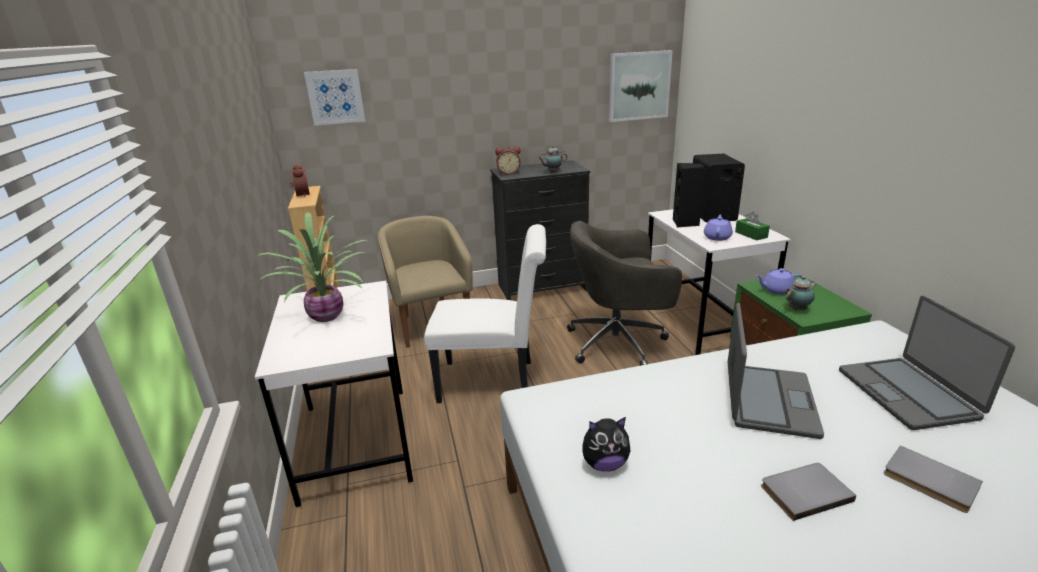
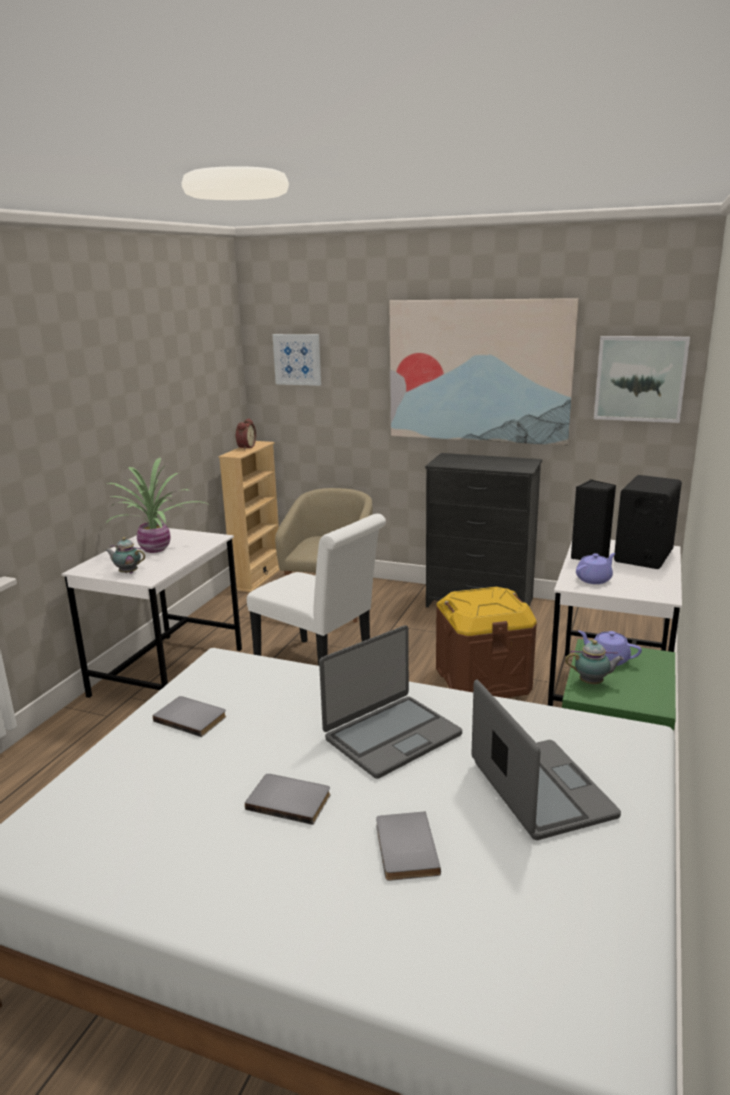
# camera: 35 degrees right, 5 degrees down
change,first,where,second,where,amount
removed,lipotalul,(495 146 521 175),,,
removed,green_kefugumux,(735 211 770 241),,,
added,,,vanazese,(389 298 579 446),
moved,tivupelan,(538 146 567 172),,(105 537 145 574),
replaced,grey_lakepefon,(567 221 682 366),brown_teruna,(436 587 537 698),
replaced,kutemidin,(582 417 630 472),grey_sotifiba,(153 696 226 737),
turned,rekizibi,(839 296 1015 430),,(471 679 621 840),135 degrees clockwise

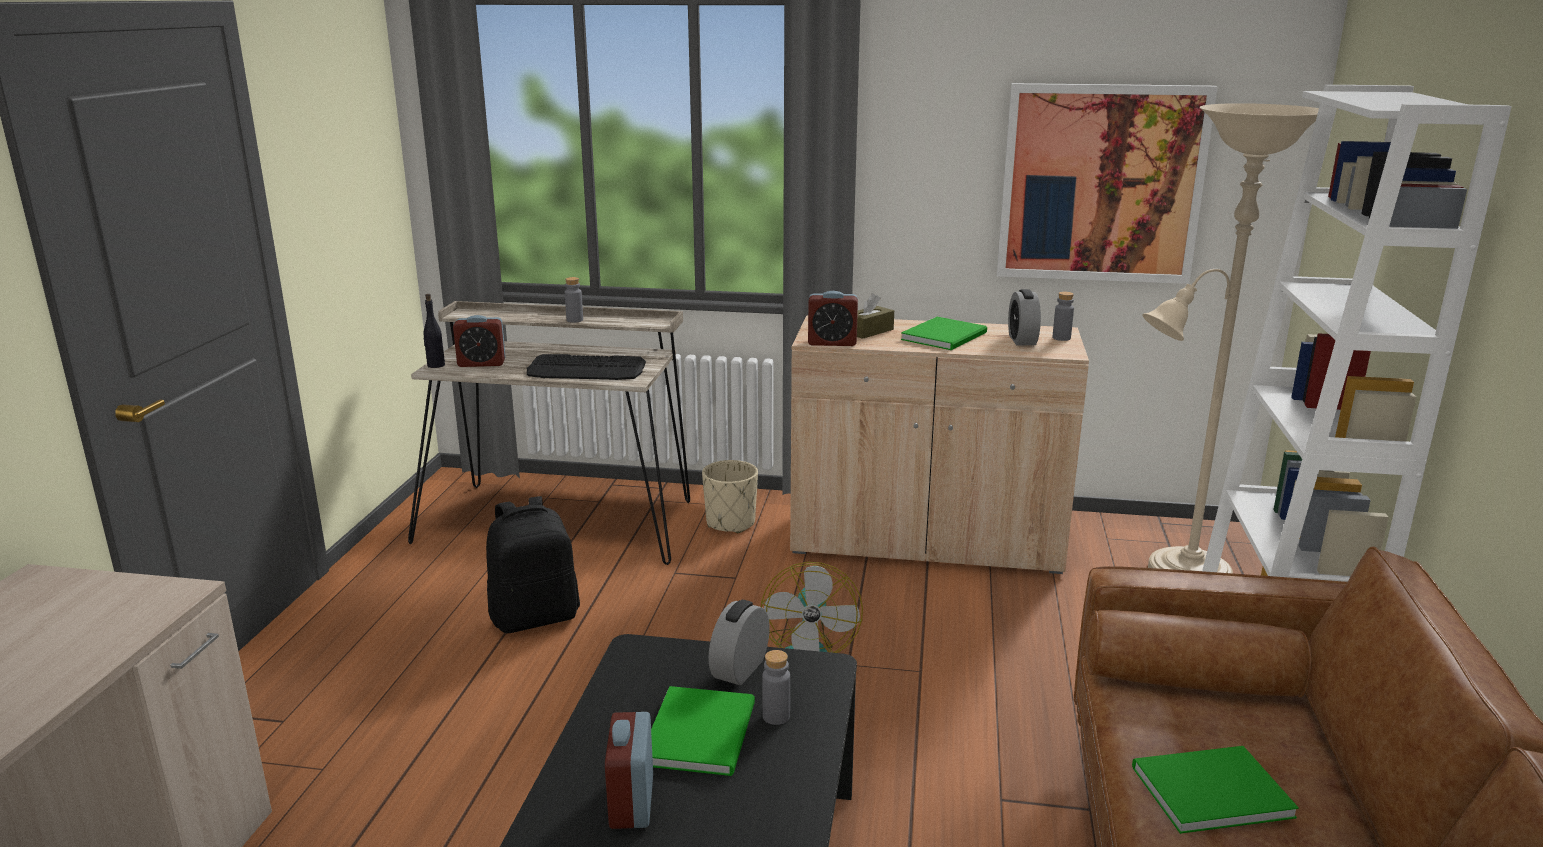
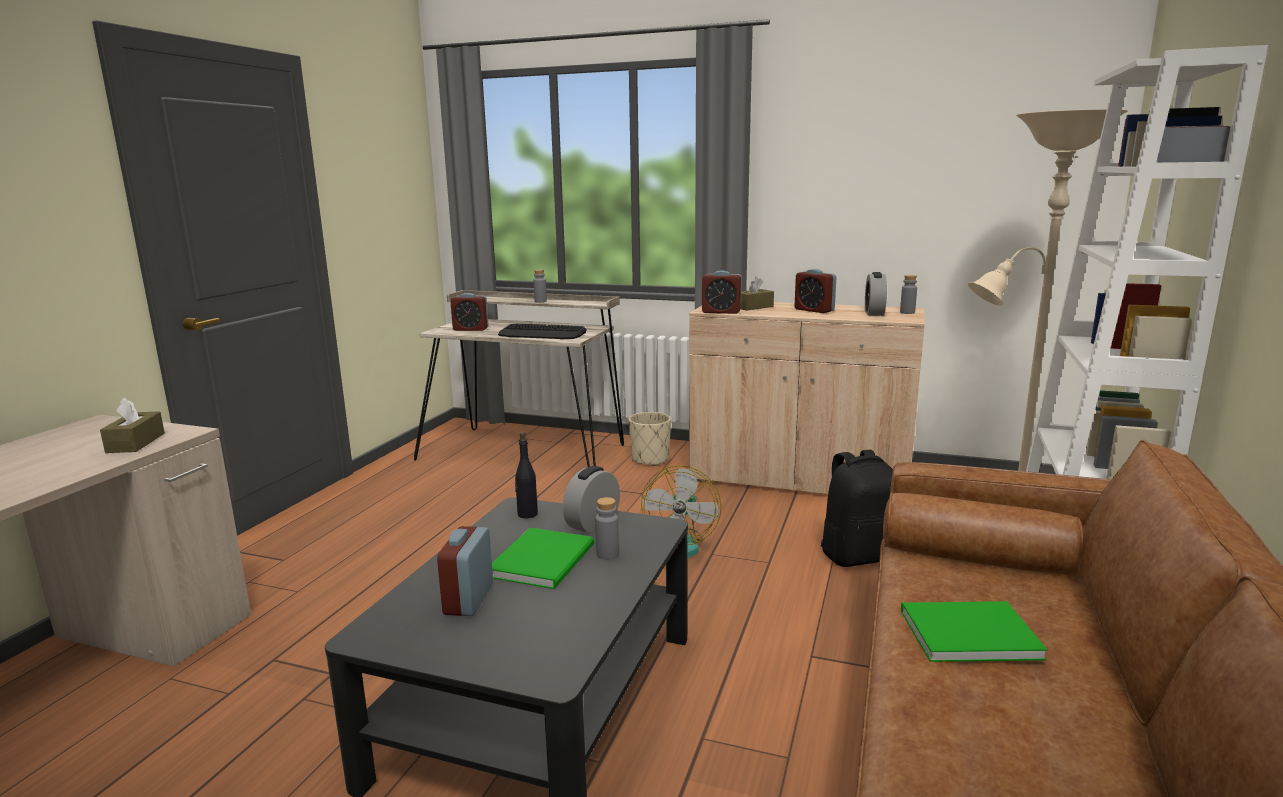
# camera: 10 degrees right, 5 degrees down
change,first,where,second,where,amount
removed,vanazese,(997 83 1218 284),,,
added,,,brown_kefugumux,(100 397 165 453),
moved,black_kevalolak,(423 294 445 368),,(515 432 538 518),
moved,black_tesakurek,(486 496 580 633),,(821 450 893 567),
replaced,green_sotifiba,(901 317 987 350),lipotalul,(795 269 836 313),

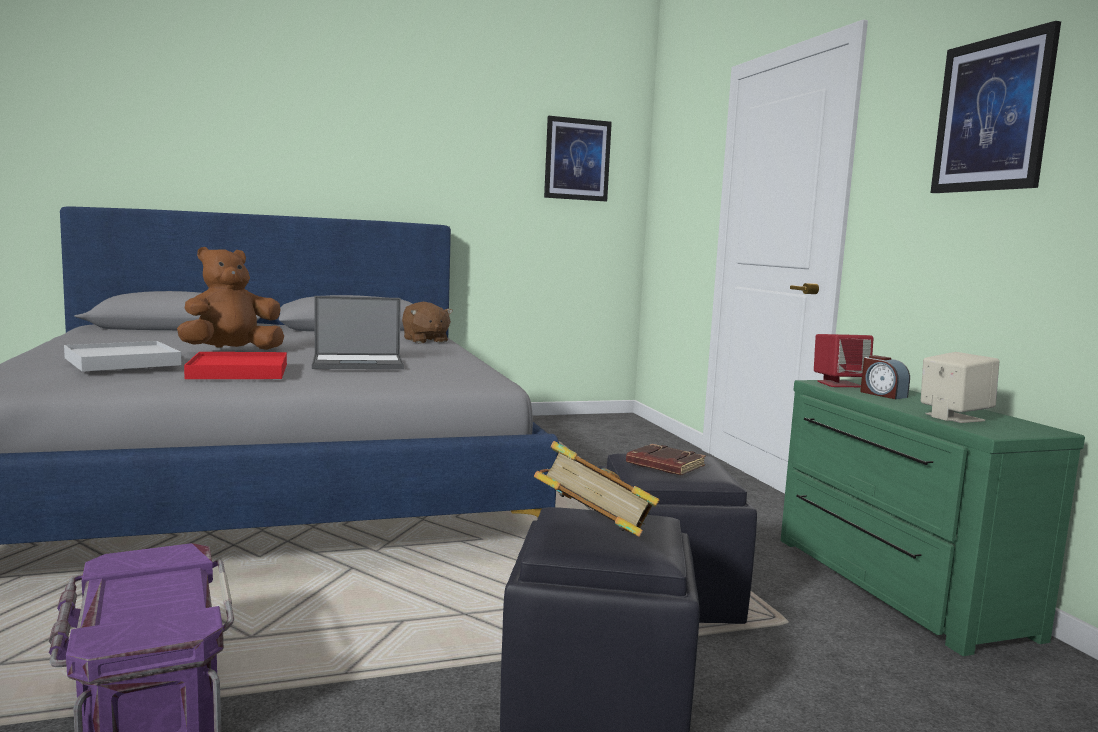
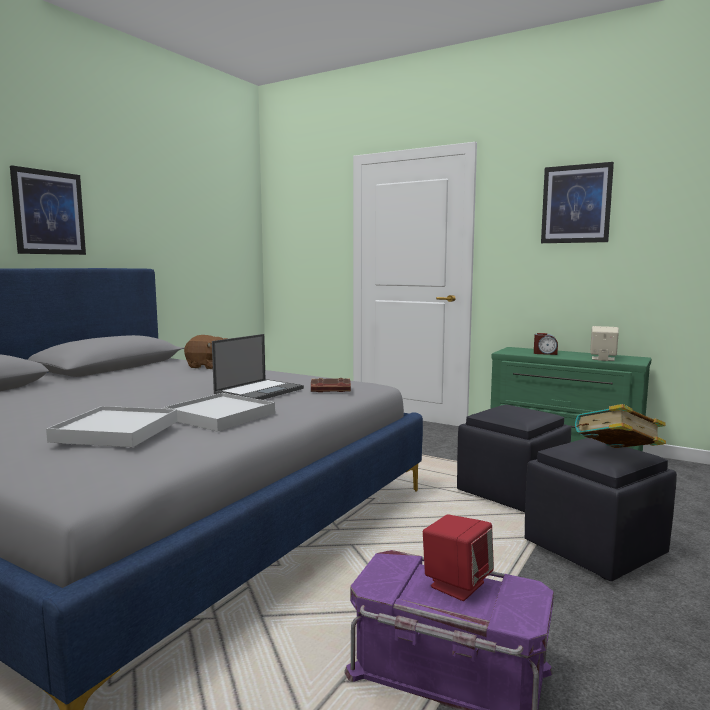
# camera: 40 degrees left, 0 degrees up
change,first,where,second,where,amount
removed,brown_kutemidin,(177 247 284 350),,,
moved,vanazese,(544 116 612 201),,(10 165 86 255),
moved,brown_sotifiba,(626 444 706 475),,(311 378 351 392),
moved,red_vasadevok,(814 334 873 387),,(423 514 494 601),
recoloured,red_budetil,(184 352 287 379),white_budetil,(163 393 275 432),

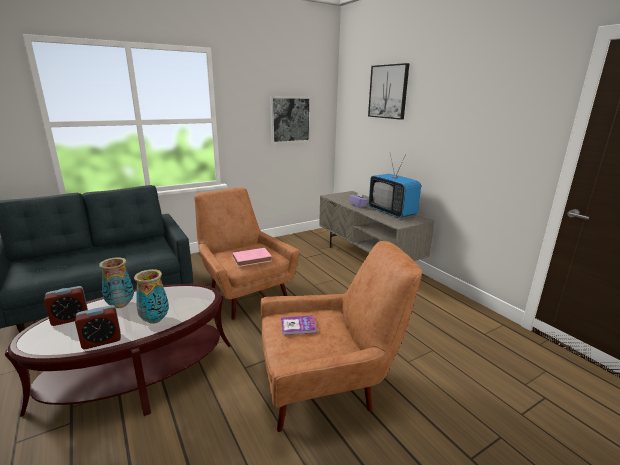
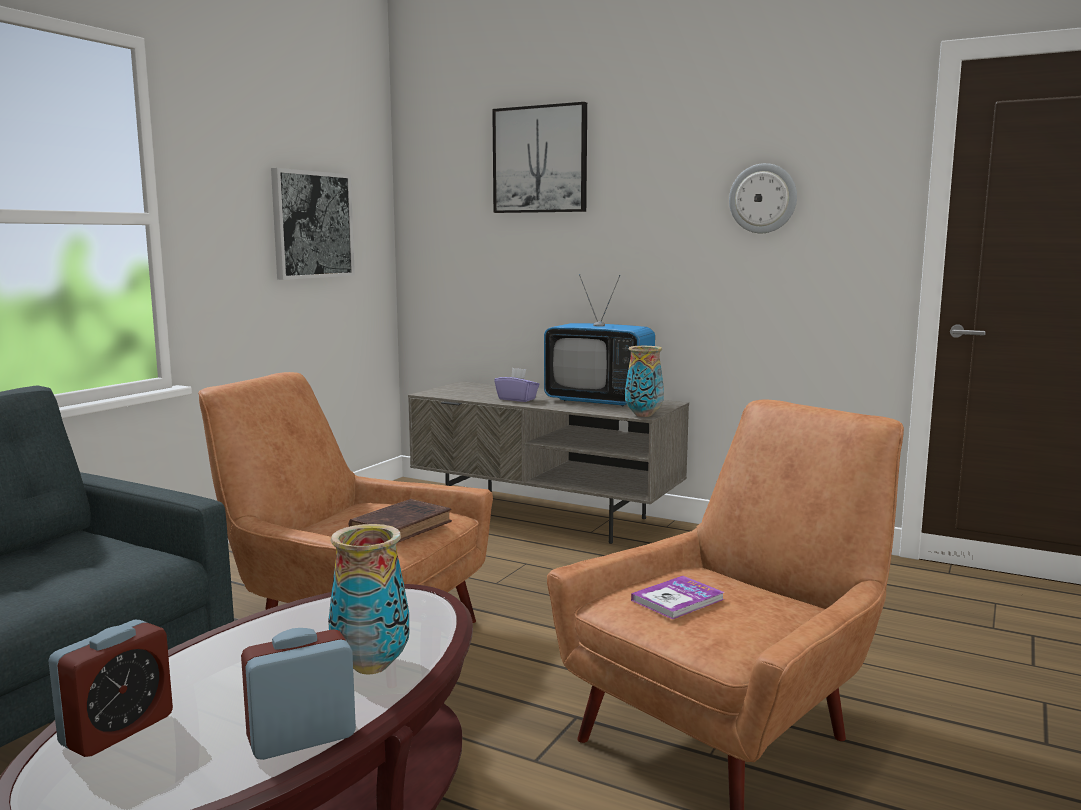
# camera: 30 degrees left, 10 degrees down
change,first,where,second,where,amount
added,,,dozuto,(729 163 797 233),
moved,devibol,(99 257 134 308),,(625 346 664 417),
recoloured,pink_sotifiba,(232 248 272 267),brown_sotifiba,(349 499 452 543),
turned,lipotalul,(75 305 121 349),,(241 628 356 760),150 degrees counterclockwise

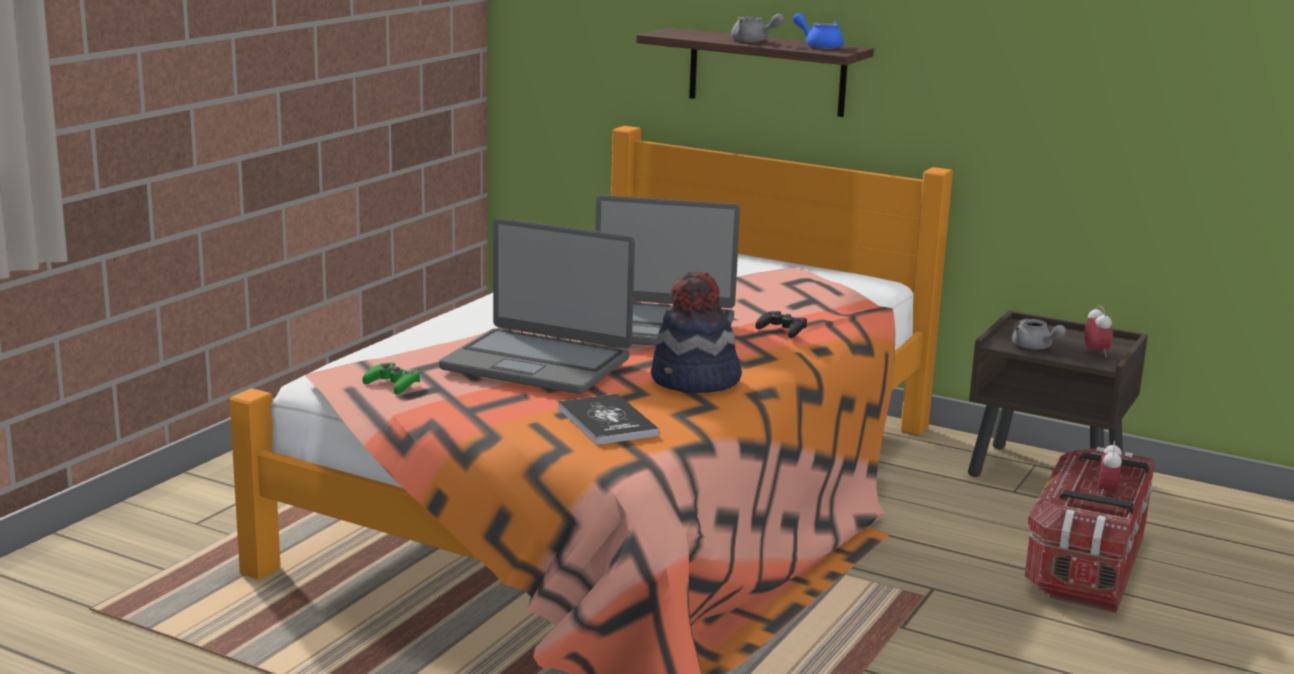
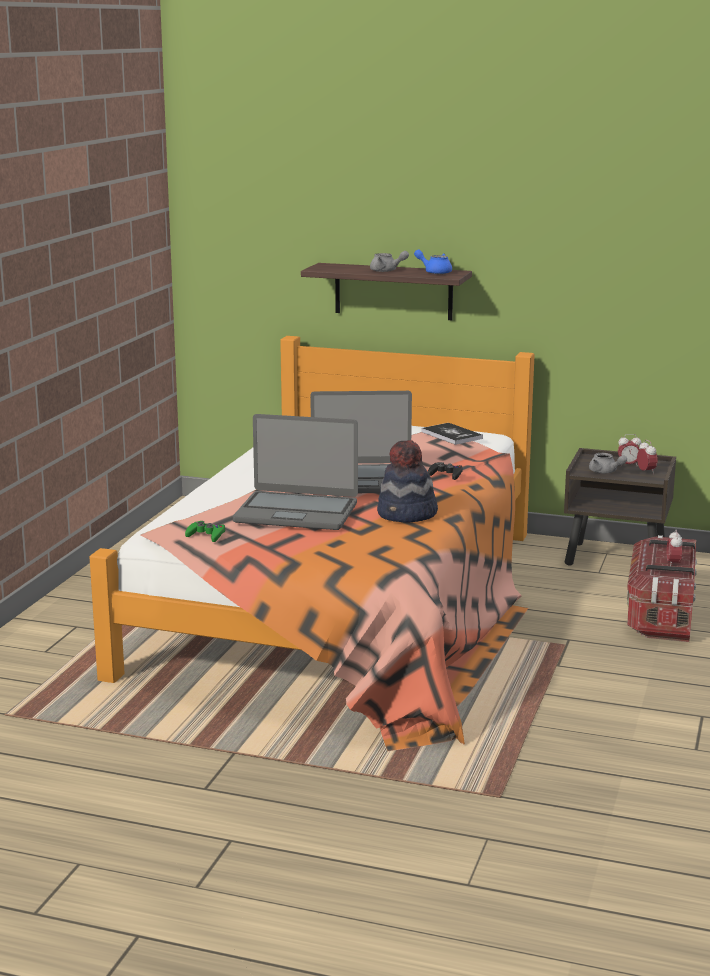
# camera: 10 degrees left, 0 degrees up
change,first,where,second,where,amount
added,,,lipotalul,(618 434 642 467),
moved,sotifiba,(558 394 659 445),,(421 423 483 445),

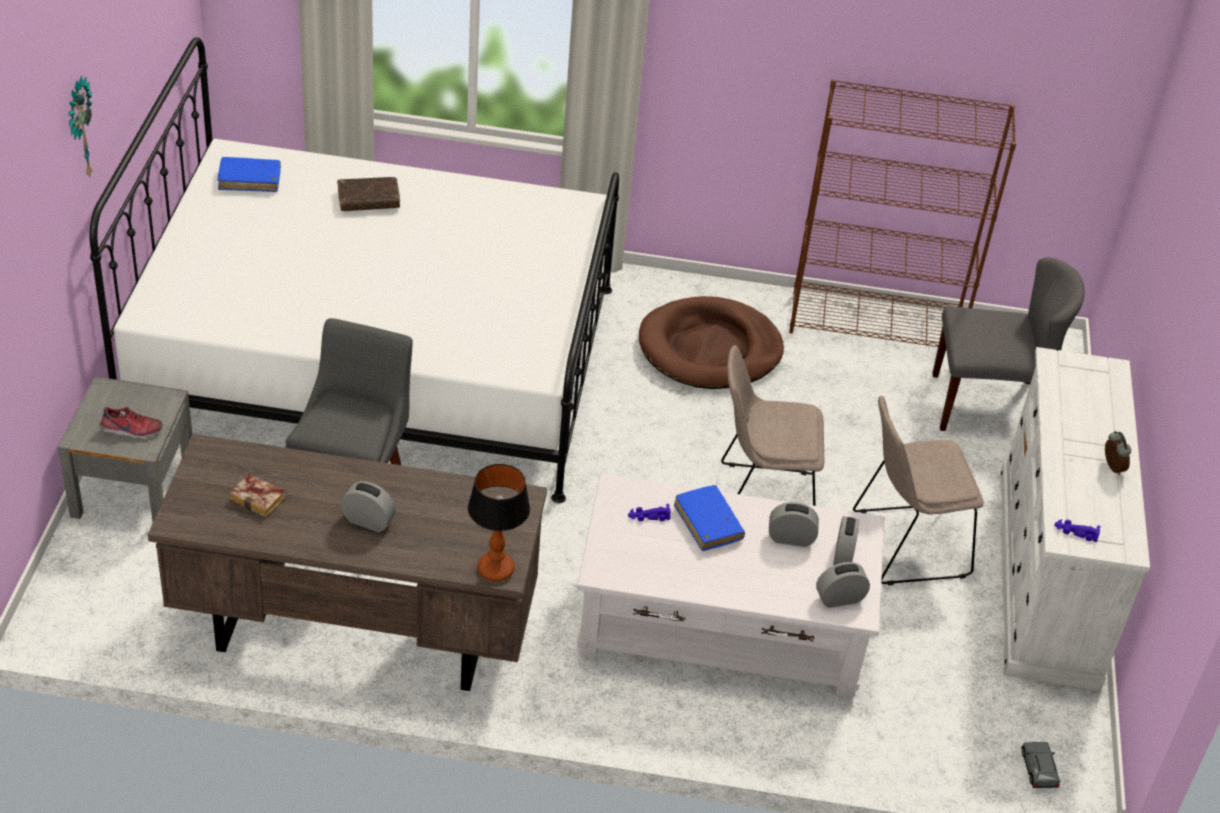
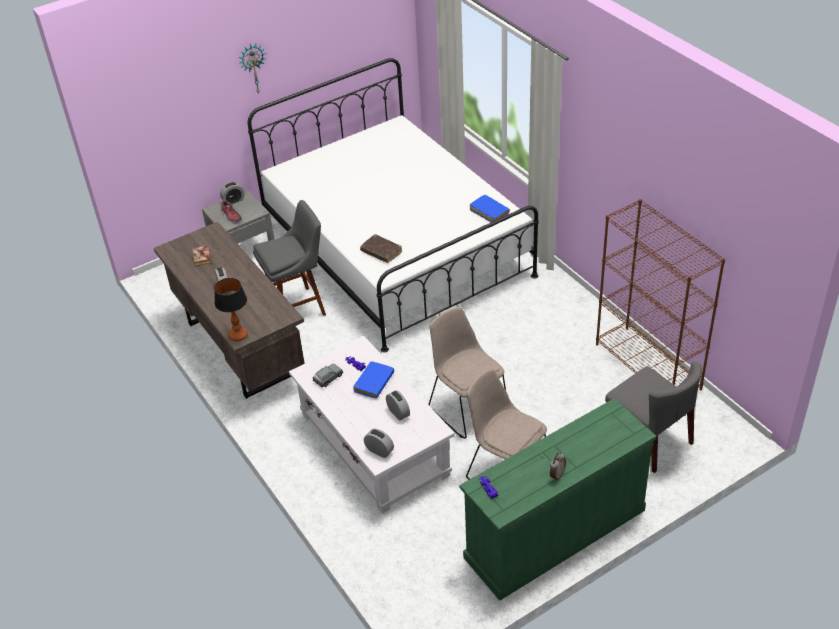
# camera: 55 degrees right, 0 degrees up
change,first,where,second,where,amount
removed,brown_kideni,(639 296 784 389),,,
moved,blue_sotifiba,(217 157 281 192),,(470 195 510 222),
moved,brown_sotifiba,(337 177 400 211),,(360 234 402 263),
moved,lipotalul,(833 516 860 565),,(220 182 245 205),
moved,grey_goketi,(1021 742 1060 788),,(313 363 343 388),
recoloured,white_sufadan,(1000 347 1150 691),green_sufadan,(460 398 656 601),

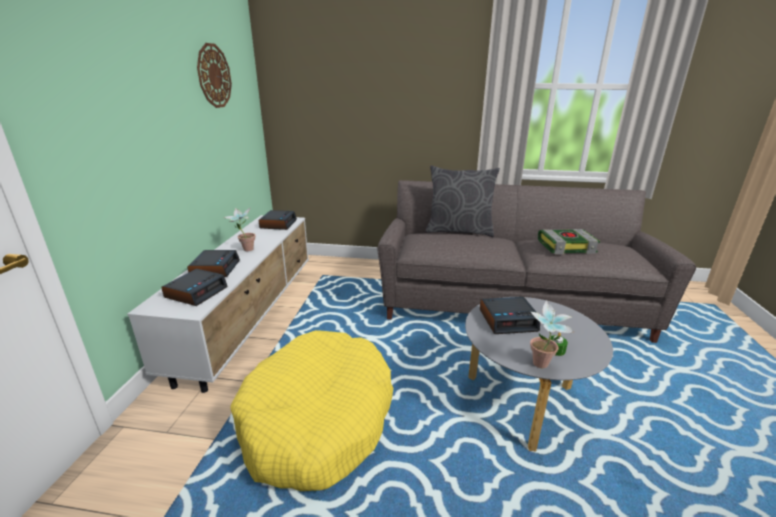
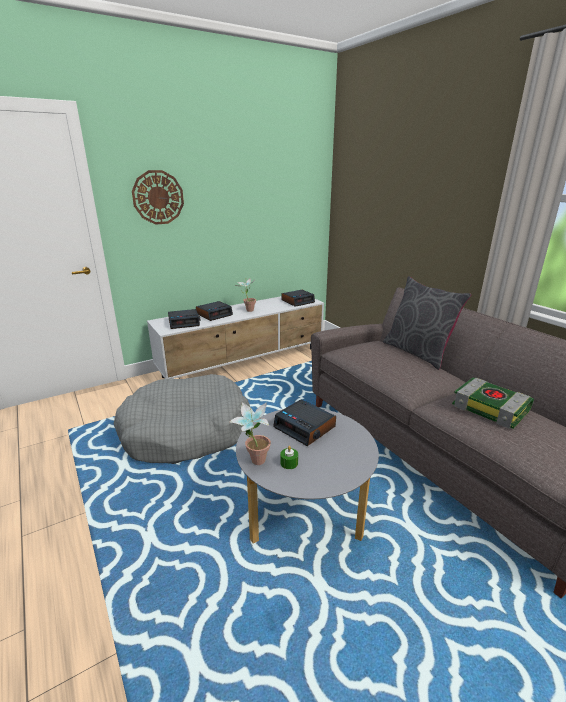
# camera: 50 degrees right, 0 degrees up
change,first,where,second,where,amount
moved,dozuto,(197 43 232 108),,(132 170 184 225),
recoloured,yellow_kideni,(230 330 393 491),grey_kideni,(114 374 250 464),

